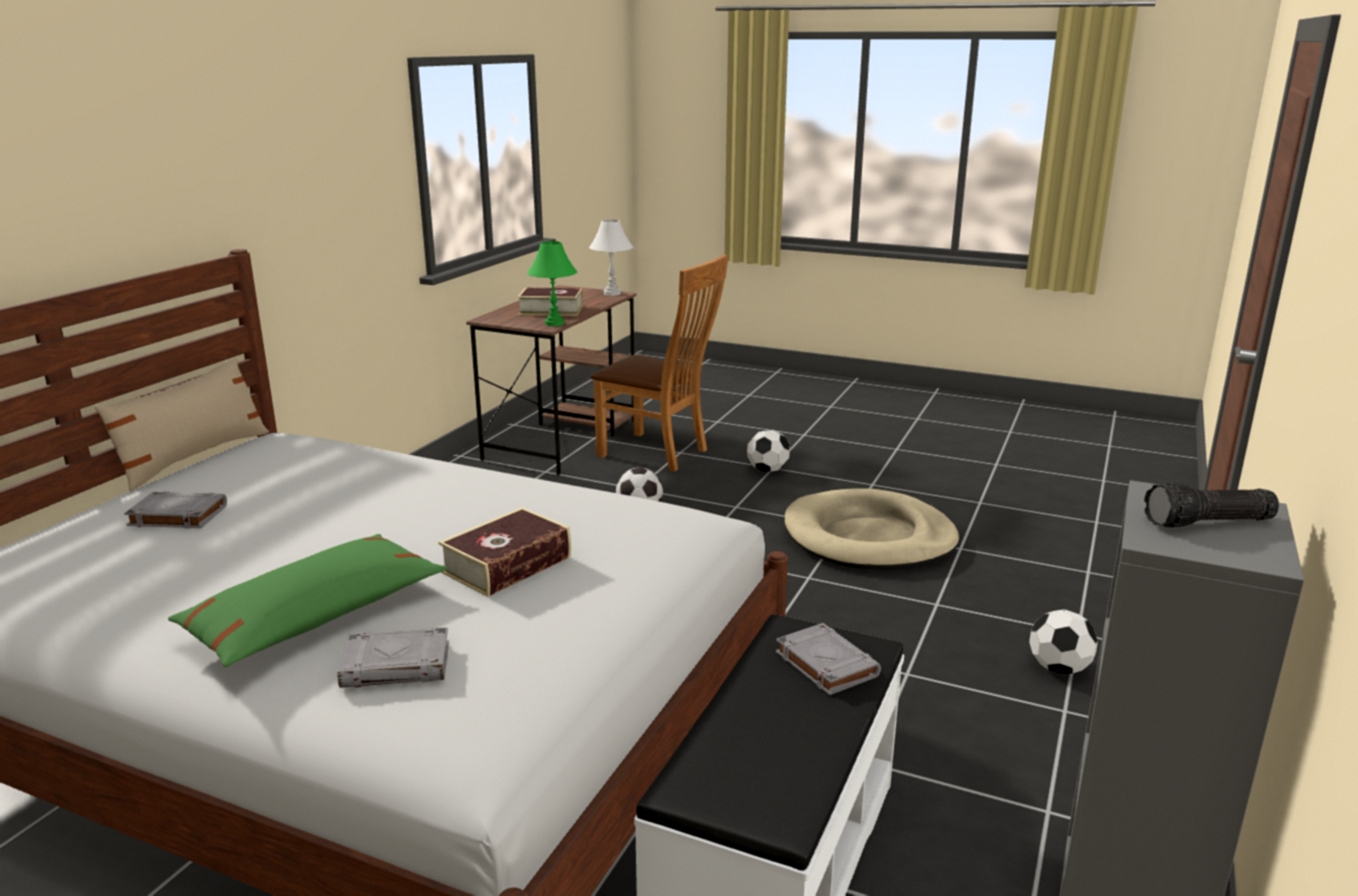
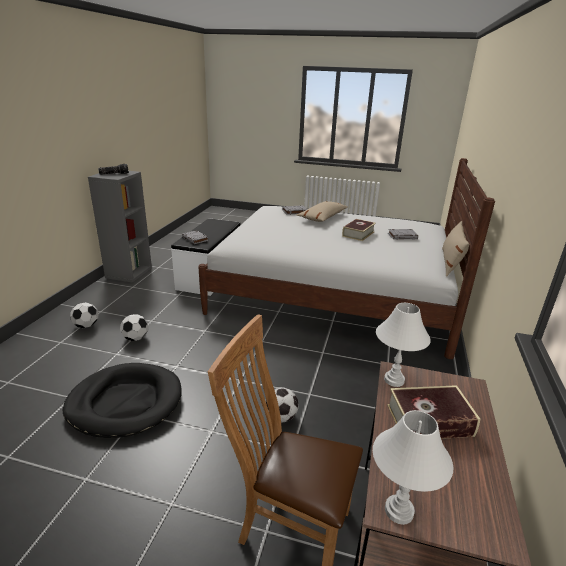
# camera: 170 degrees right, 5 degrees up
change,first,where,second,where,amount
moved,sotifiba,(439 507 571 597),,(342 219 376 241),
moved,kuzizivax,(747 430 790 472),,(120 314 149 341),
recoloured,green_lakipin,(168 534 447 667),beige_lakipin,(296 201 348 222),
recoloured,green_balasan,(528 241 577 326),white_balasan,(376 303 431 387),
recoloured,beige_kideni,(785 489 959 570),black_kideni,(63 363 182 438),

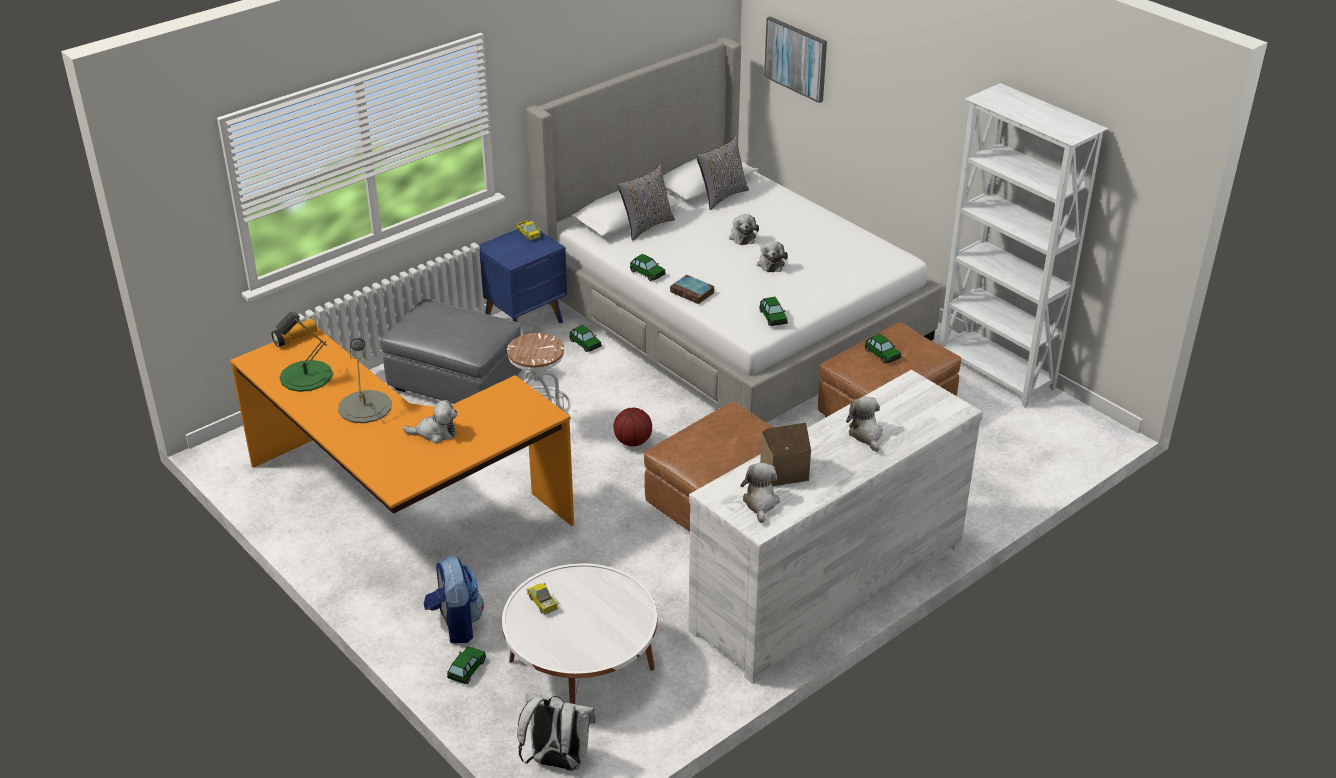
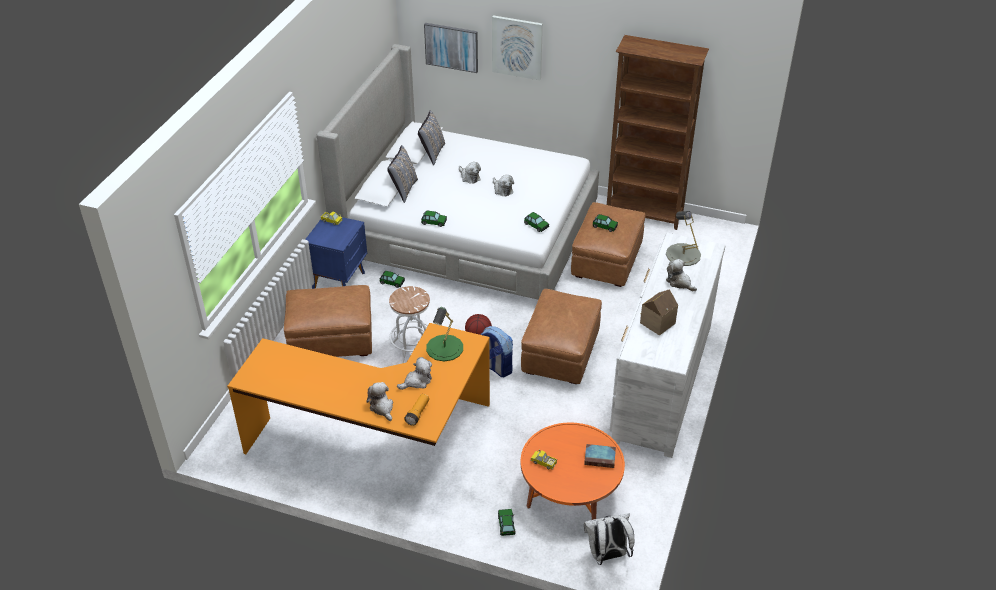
# camera: 30 degrees left, 5 degrees up
change,first,where,second,where,amount
added,,,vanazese,(492 15 543 80),
moved,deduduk,(271 319 317 347),,(404 394 429 426),
moved,green_balasan,(276 311 333 392),,(426 307 463 362),
moved,grey_balasan,(338 338 392 423),,(666 211 701 266),
moved,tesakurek,(424 555 484 644),,(481 326 513 377),
moved,sotifiba,(670 275 715 304),,(584 444 616 468),
moved,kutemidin,(741 463 780 523),,(367 382 393 421),
recoloured,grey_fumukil,(381 299 522 404),brown_fumukil,(284 285 372 357),
recoloured,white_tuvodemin,(502 563 657 704),orange_tuvodemin,(521 423 625 520),
recoloured,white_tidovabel,(939 83 1108 408),brown_tidovabel,(607 35 709 230),

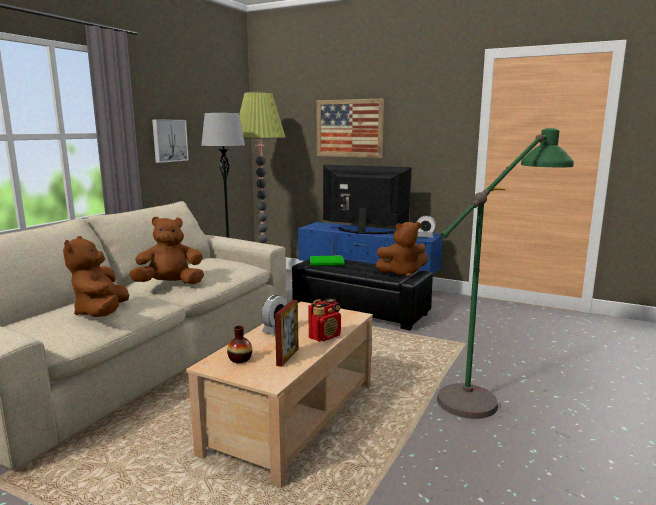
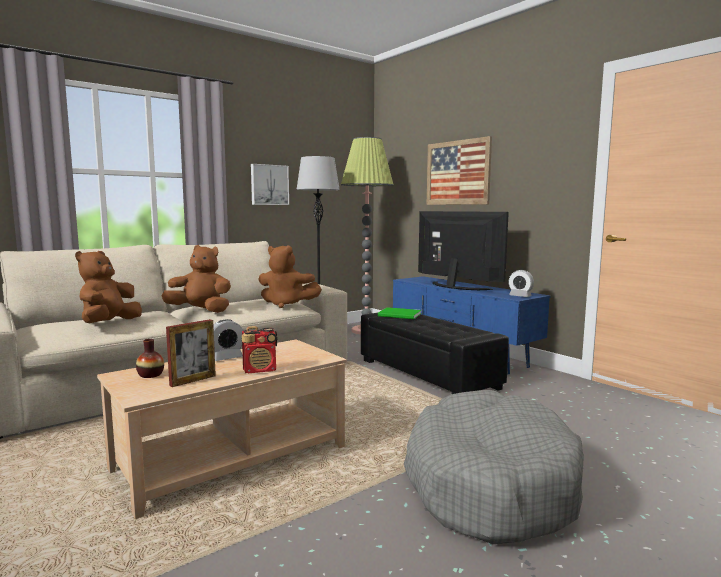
# camera: 25 degrees right, 5 degrees down
change,first,where,second,where,amount
moved,brown_kutemidin,(375 222 429 278),,(258 245 322 308),
replaced,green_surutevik,(437 128 574 419),grey_kideni,(404 390 584 544),

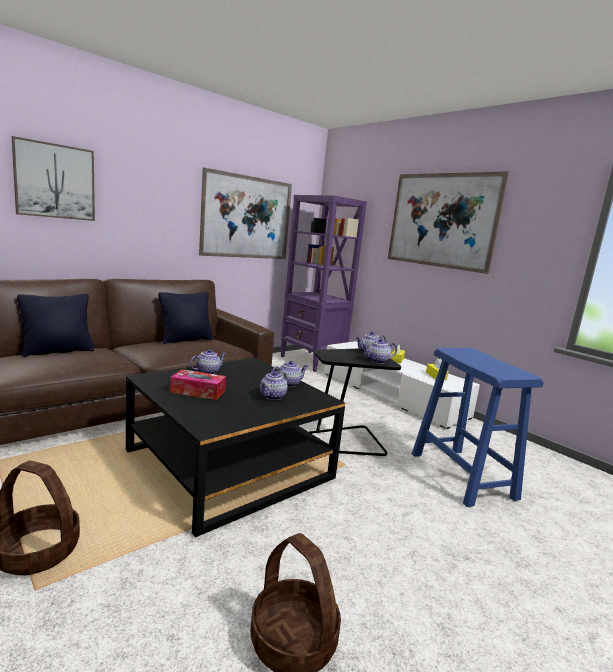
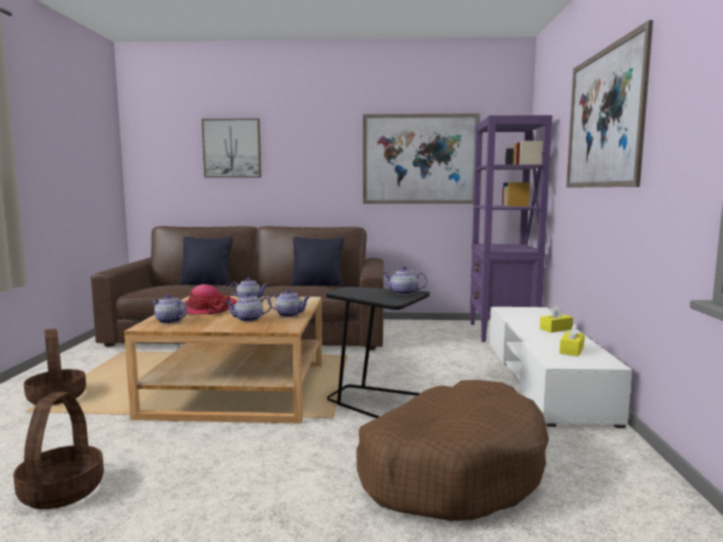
# camera: 45 degrees right, 5 degrees down
change,first,where,second,where,amount
moved,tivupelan,(362 339 397 364),,(152 294 187 324),
replaced,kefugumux,(170 369 226 400),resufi,(184 284 237 315),
replaced,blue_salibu,(412 348 544 507),brown_kideni,(356 380 549 521),
recoloured,black_tuvodemin,(126 358 345 537),beige_tuvodemin,(124 296 322 423),

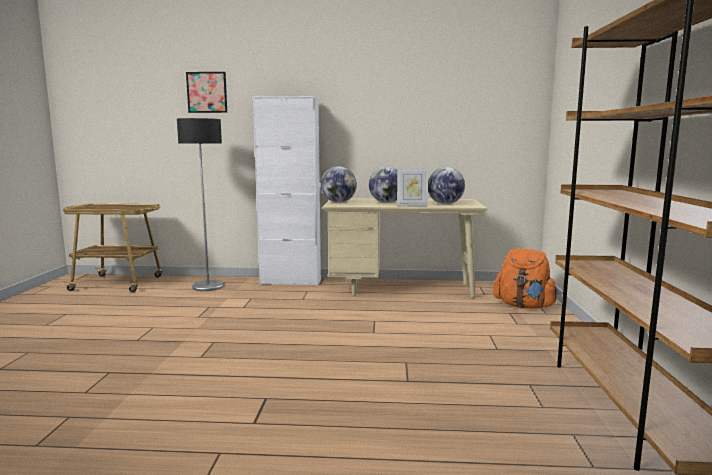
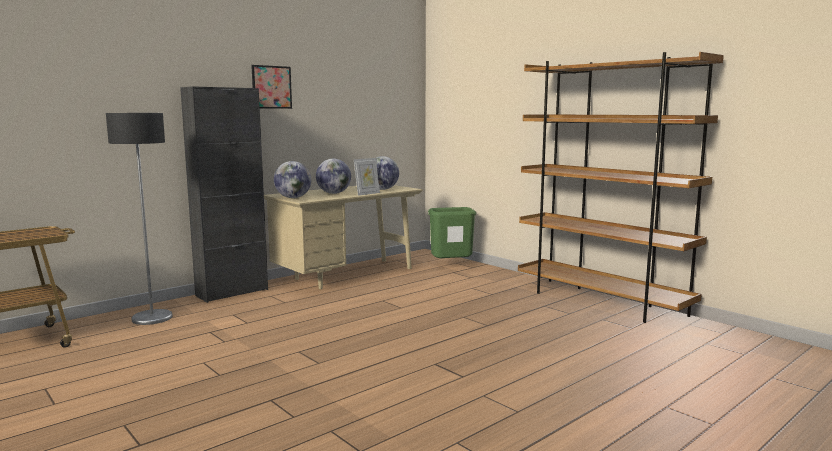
# camera: 45 degrees left, 0 degrees up
change,first,where,second,where,amount
moved,vanazese,(186 72 227 113),,(251 65 292 109),
replaced,orange_tesakurek,(493 249 559 309),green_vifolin,(428 207 477 258),
recoloured,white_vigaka,(253 96 321 286),black_vigaka,(180 86 268 303),

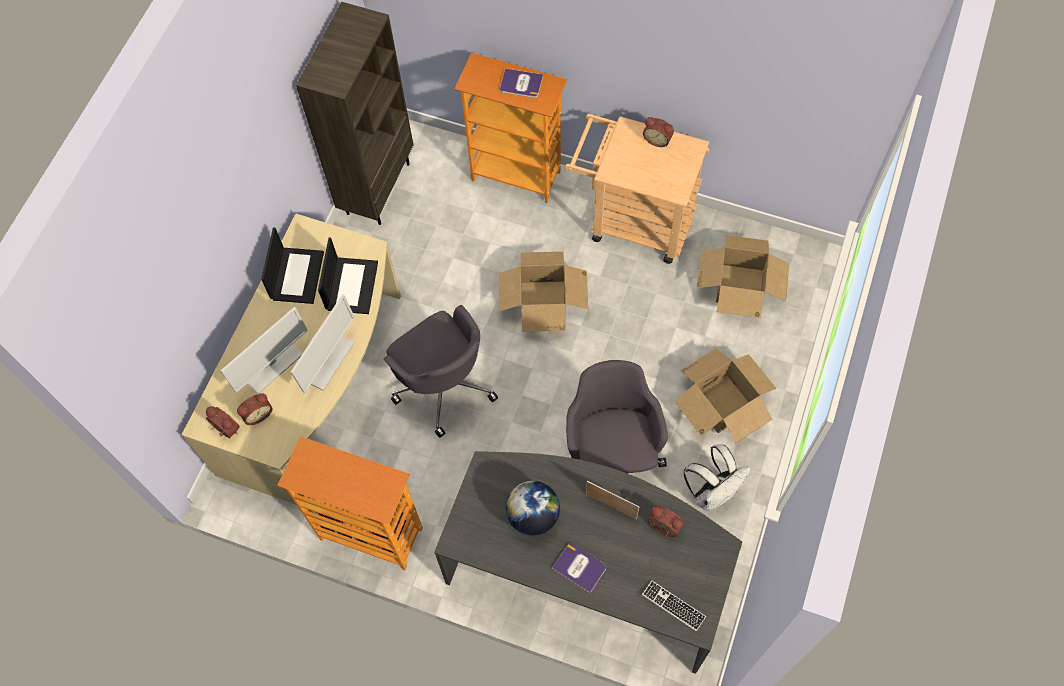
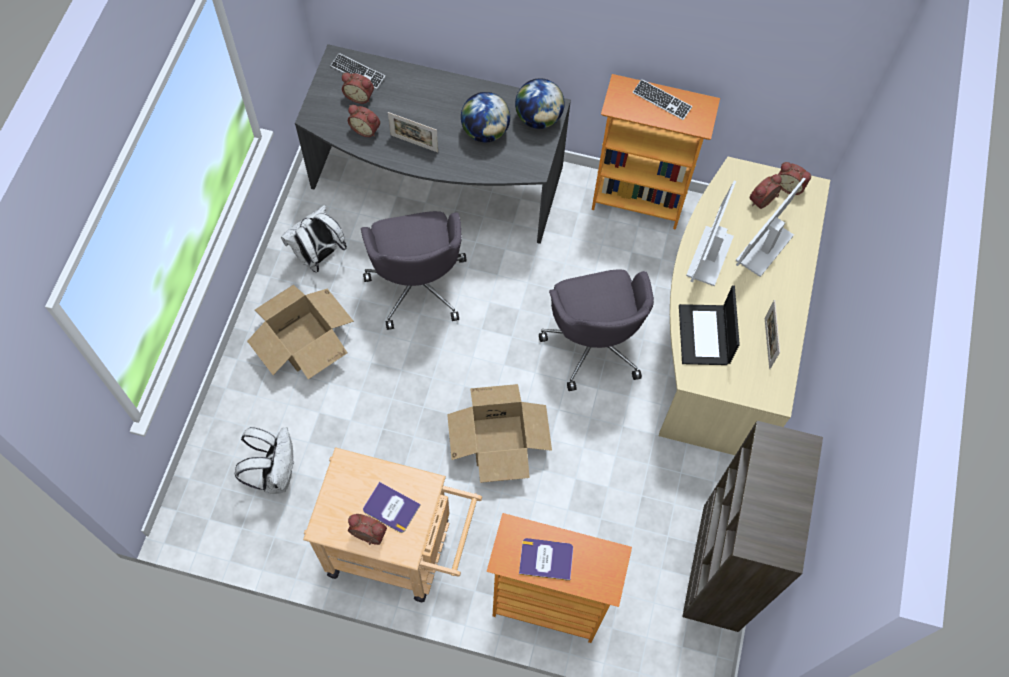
# camera: 170 degrees right, 0 degrees up
change,first,where,second,where,amount
added,,,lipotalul,(342 73 374 104),
added,,,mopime,(515 78 565 129),
added,,,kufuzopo,(632 79 692 120),
moved,sotifiba,(552 543 606 593),,(363 482 421 533),
replaced,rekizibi,(261 227 324 304),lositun,(765 300 780 369),
replaced,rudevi,(696 235 789 318),white_tesakurek,(235 427 295 494),
turned,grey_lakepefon,(384 305 498 438),,(539 269 654 391),150 degrees counterclockwise

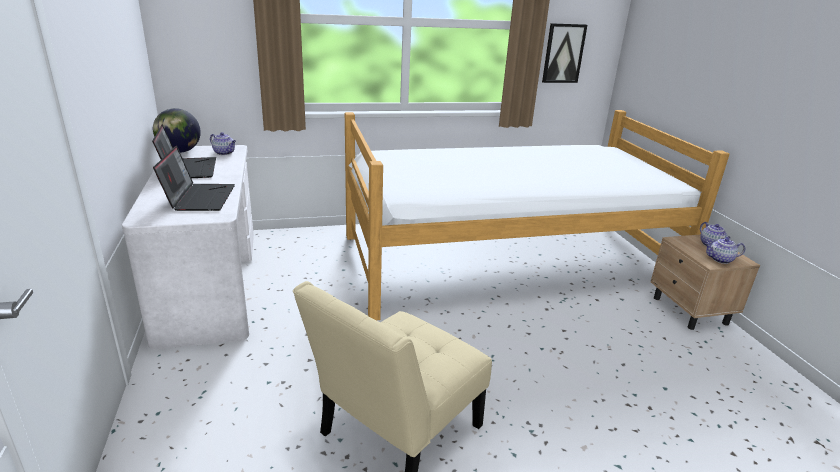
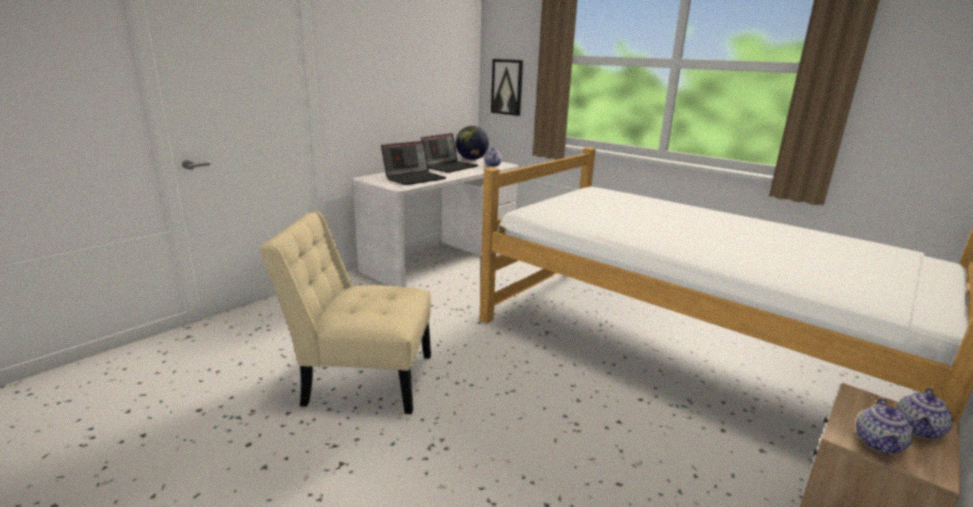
# camera: 55 degrees right, 5 degrees down
change,first,where,second,where,amount
moved,vanazese,(542 23 587 83),,(491 59 523 116),
turned,tivupelan,(705 238 745 264),,(856 398 913 454),120 degrees counterclockwise

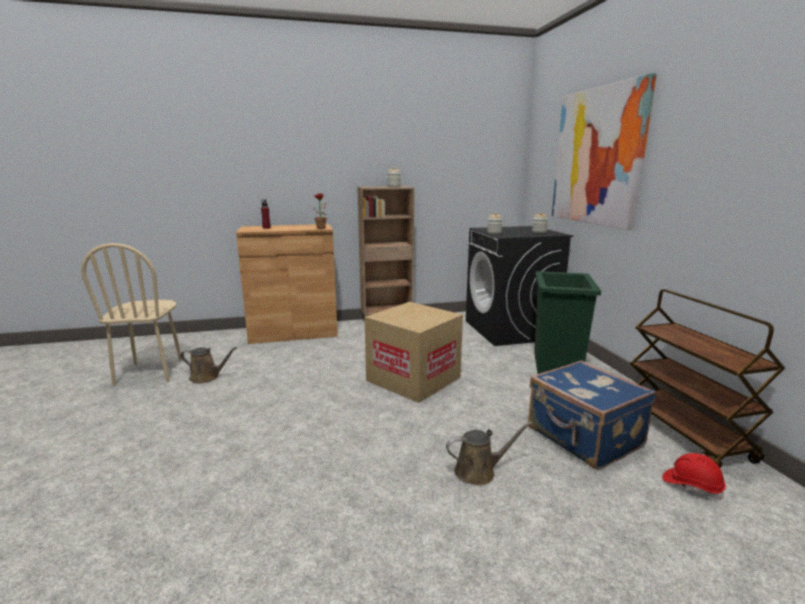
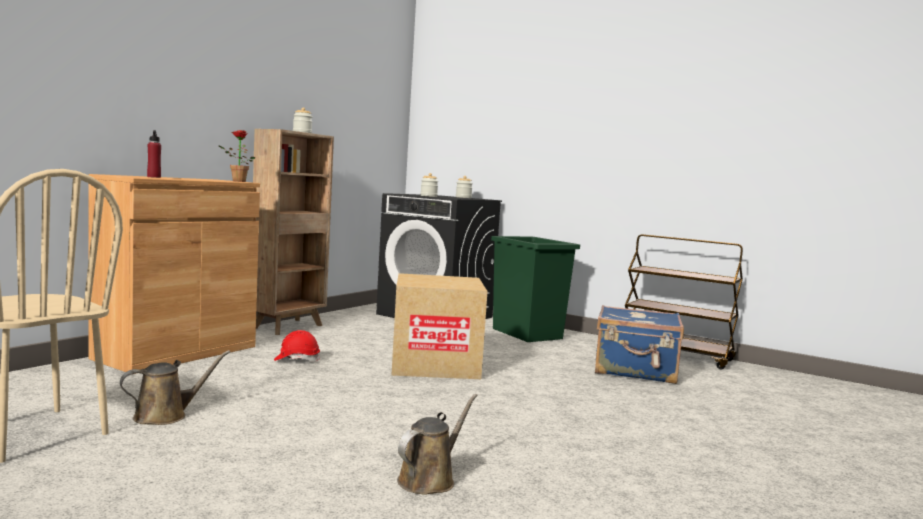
# camera: 45 degrees left, 10 degrees down
change,first,where,second,where,amount
removed,vanazese,(552 73 656 230),,,
moved,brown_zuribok,(446 422 532 486),,(397 394 478 495),
moved,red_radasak,(662 453 726 500),,(274 330 320 362),

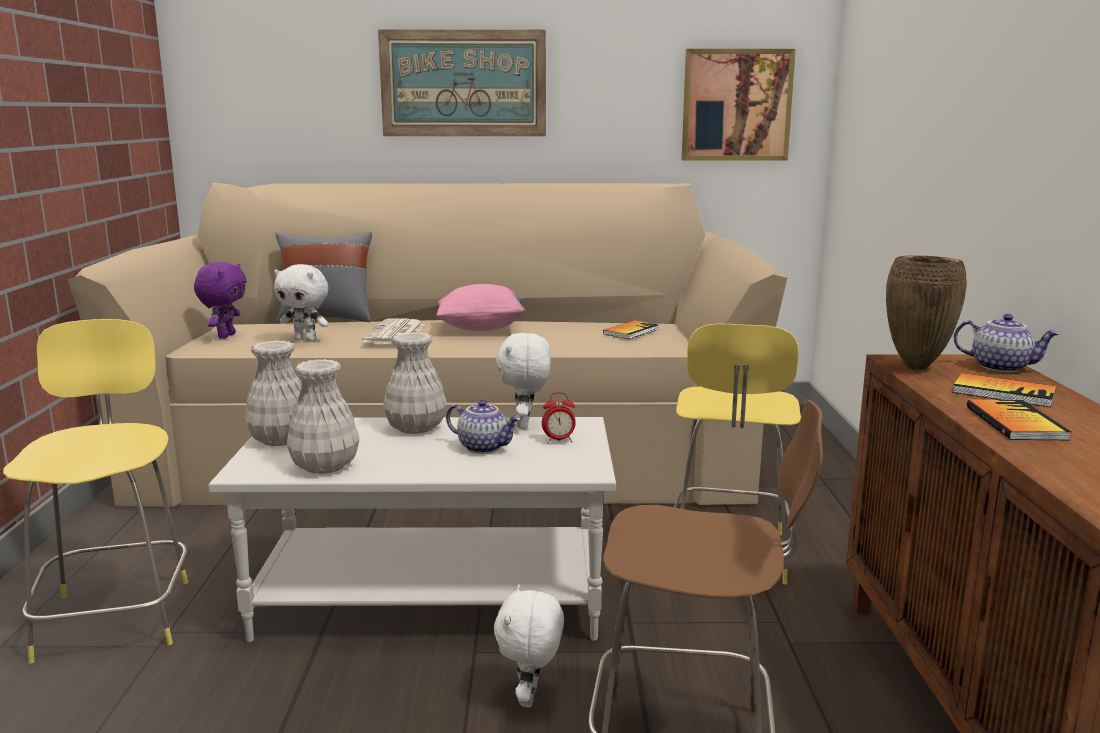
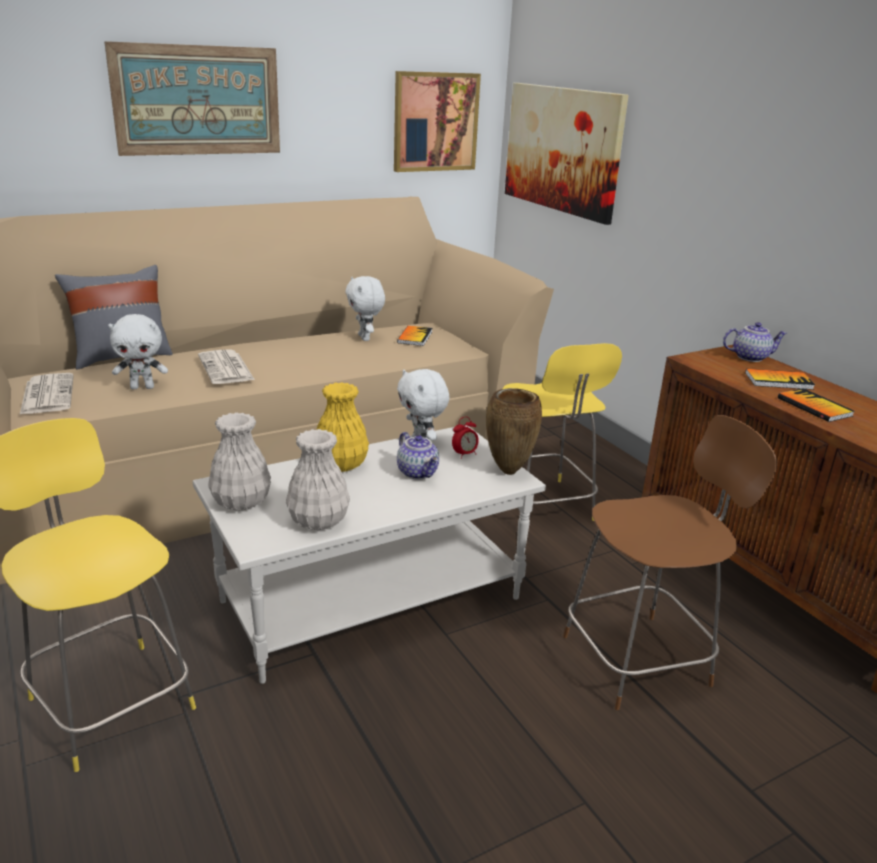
# camera: 30 degrees left, 10 degrees up
change,first,where,second,where,amount
removed,pink_lakipin,(436 284 526 331),,,
added,,,vanazese,(505 83 629 225),
moved,white_kutemidin,(494 584 564 707),,(346 276 385 341),
moved,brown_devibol,(886 255 967 370),,(486 388 542 475),
replaced,purple_kutemidin,(194 262 246 339),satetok,(20 373 74 414),
recoloured,white_devibol,(383 332 447 434),yellow_devibol,(317 382 369 472),
turned,tivupelan,(446 400 520 454),,(397 432 439 480),60 degrees clockwise

